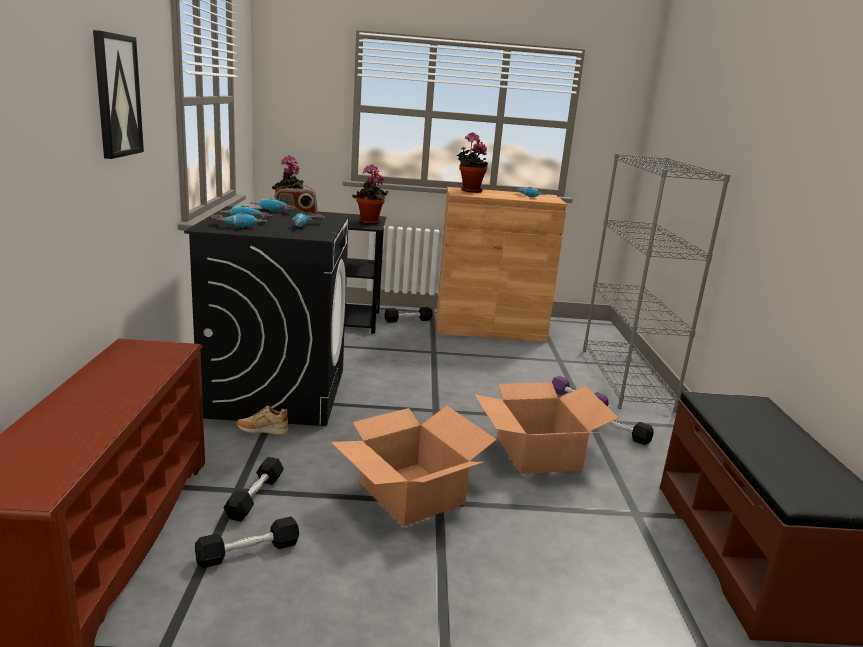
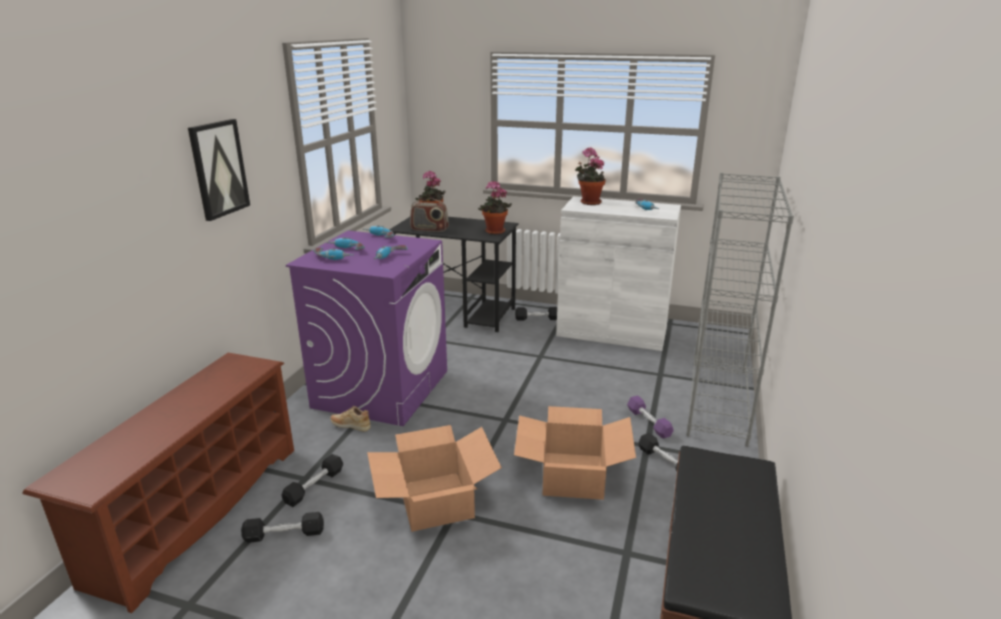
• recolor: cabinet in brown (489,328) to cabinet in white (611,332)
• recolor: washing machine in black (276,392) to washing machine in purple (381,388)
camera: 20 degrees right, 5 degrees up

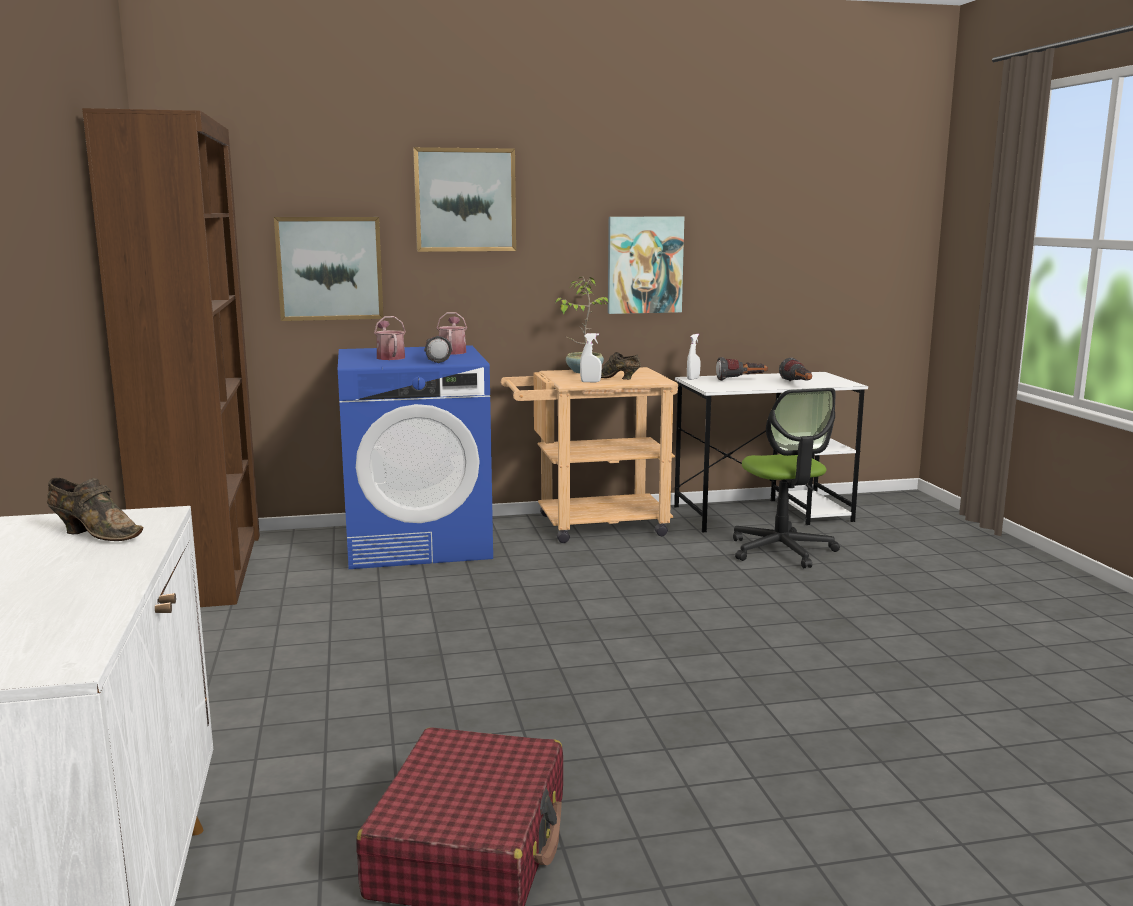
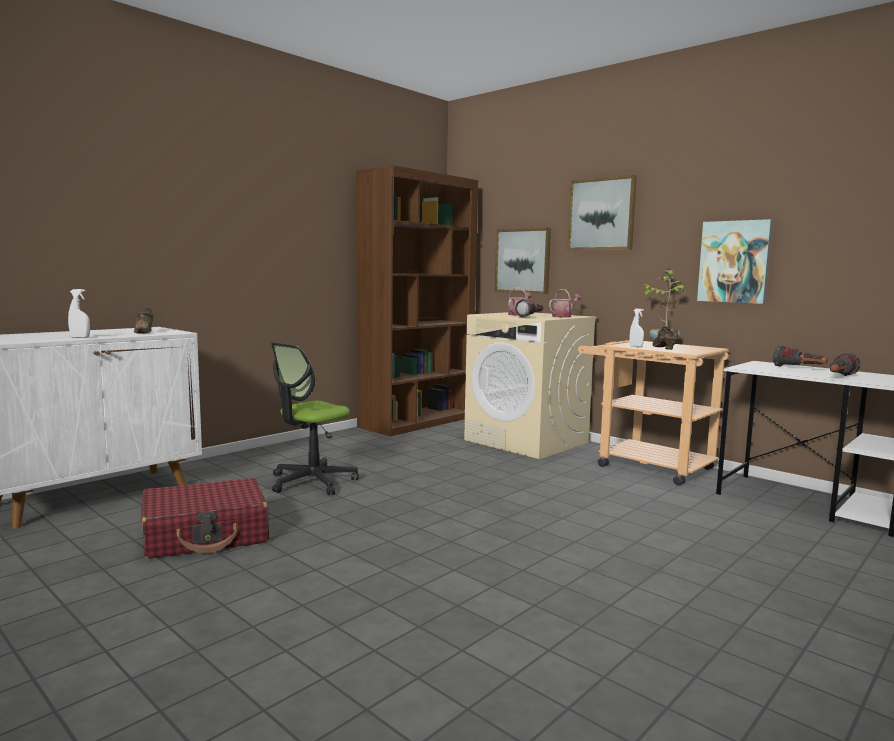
• move: spray bottle in white (693,378) to (80,337)
• recolor: washing machine in blue (418,542) to washing machine in beige (527,441)
• move: office chair (782,550) to (312,482)
camera: 55 degrees right, 5 degrees down

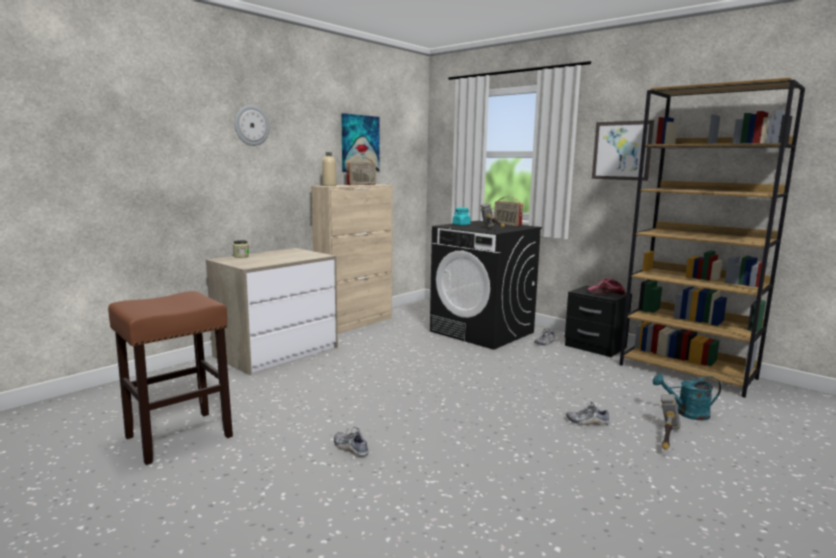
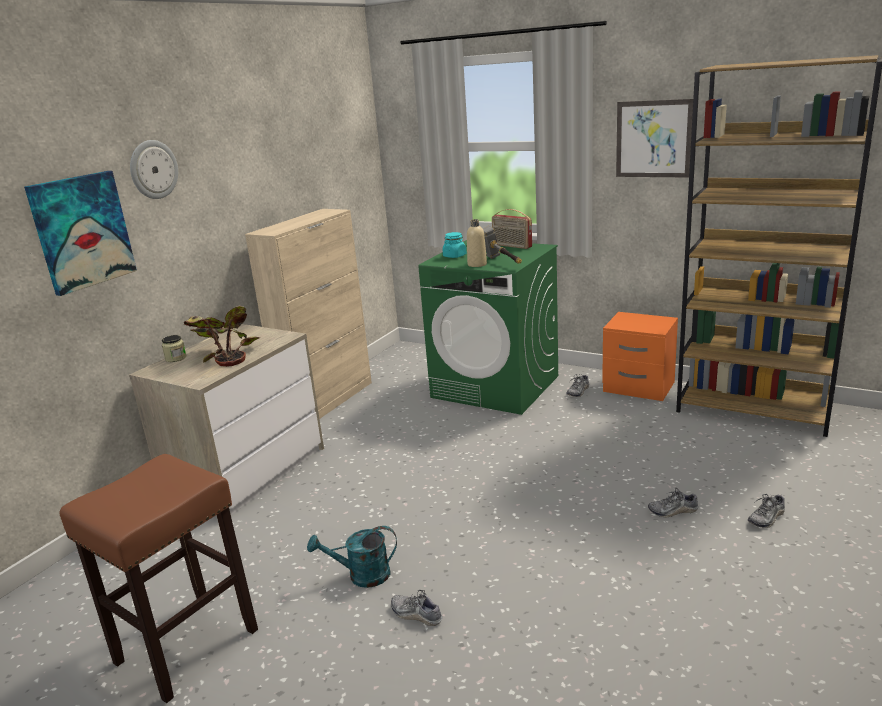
• move: picture (359,144) to (82,231)
• move: bottle in beige (329,185) to (477,264)
• delete: radio (361,184)
• recolor: washing machine in black (482,332) to washing machine in green (496,386)
• delete: cap (606,293)
• recolor: nightstand in black (594,347) to nightstand in orange (638,388)
• move: watering can in turquoise (686,413) to (361,576)
• replace: hammer (667,439) to shoe (767,518)
• insert: potted plant (224,355)
camera: 10 degrees left, 10 degrees up

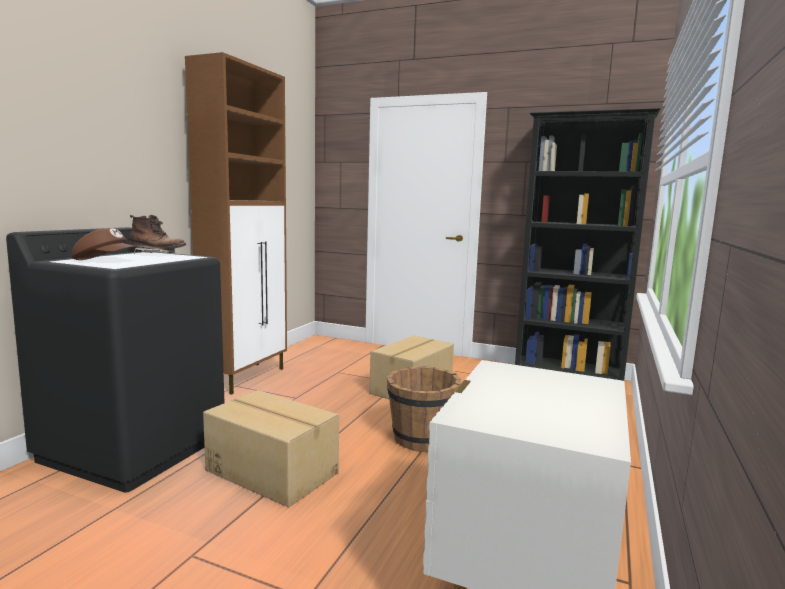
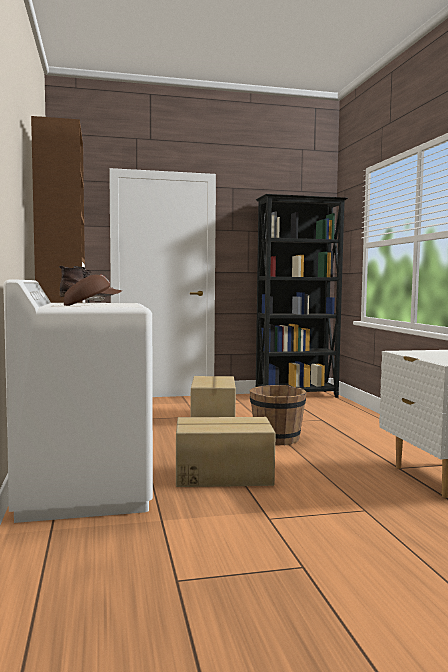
• recolor: washing machine in black (135,447) to washing machine in white (84,492)
camera: 35 degrees left, 5 degrees down

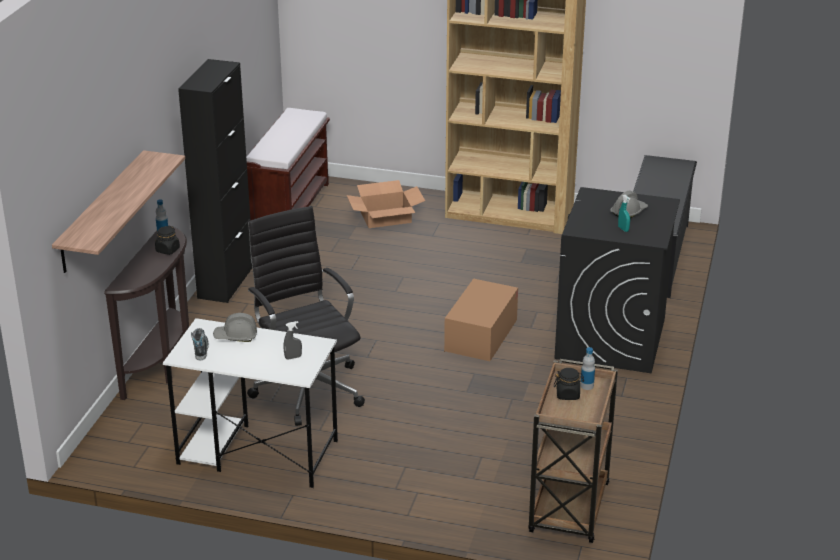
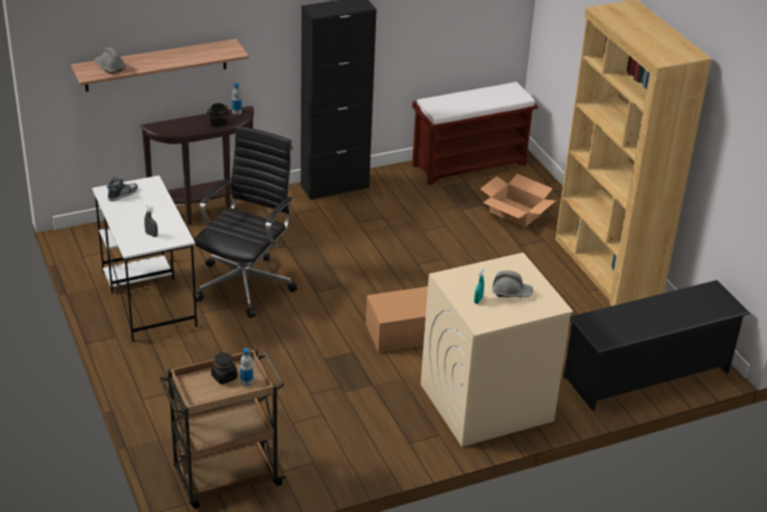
• recolor: washing machine in black (611,339) to washing machine in beige (485,403)
• move: hard hat in grey (236,336) to (109,66)
camera: 50 degrees right, 5 degrees up

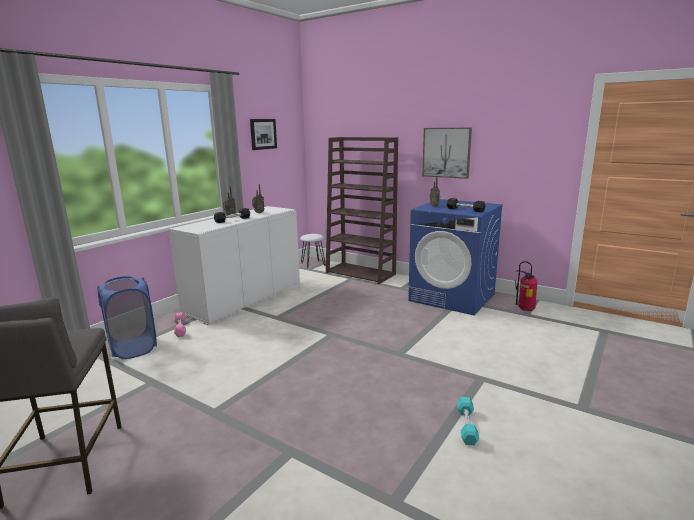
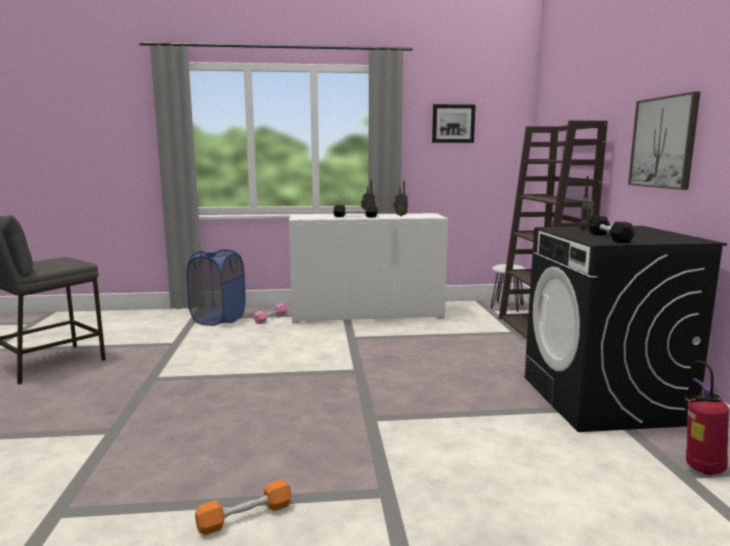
• recolor: washing machine in blue (452,297) to washing machine in black (603,400)
• recolor: dumbbell in turquoise (467,426) to dumbbell in orange (245,516)
camera: 50 degrees right, 5 degrees down

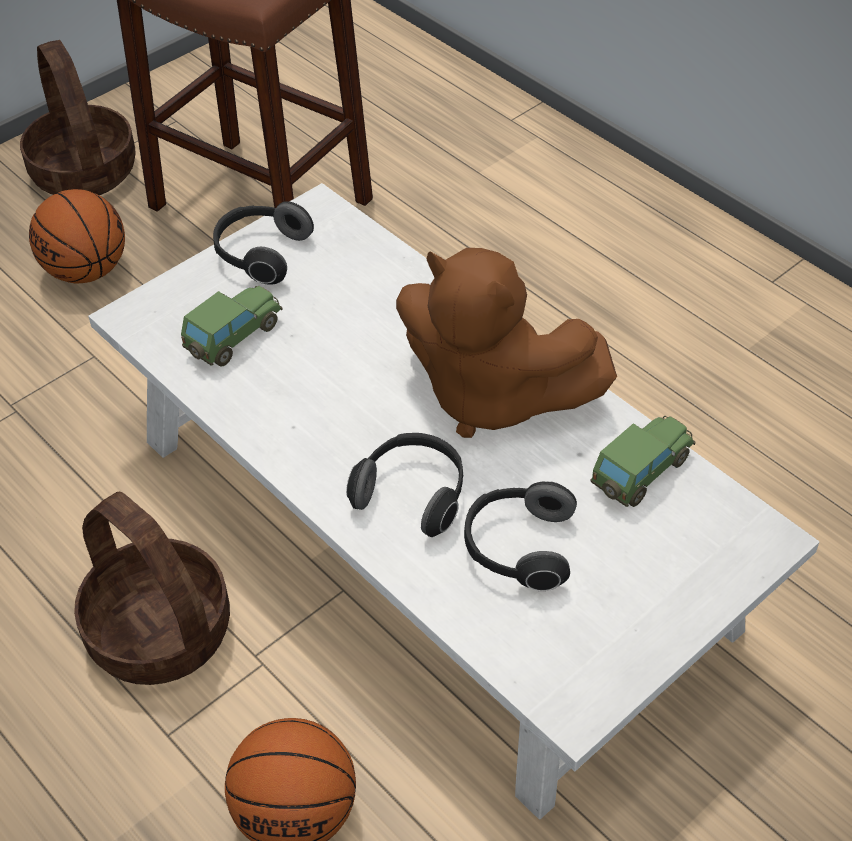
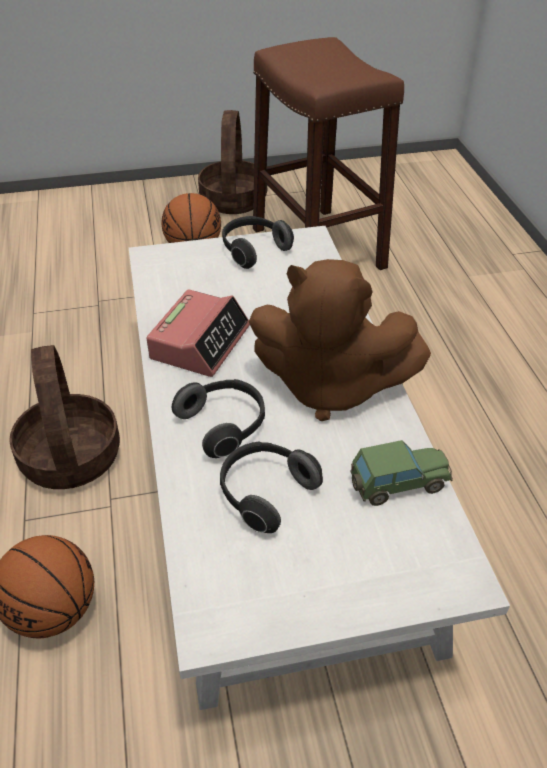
• rotate: plush toy in brown (491,395) = (330,386) 45 degrees counterclockwise
• delete: toy car (232,337)
• insert: alarm clock (200,342)
camera: 30 degrees right, 5 degrees down

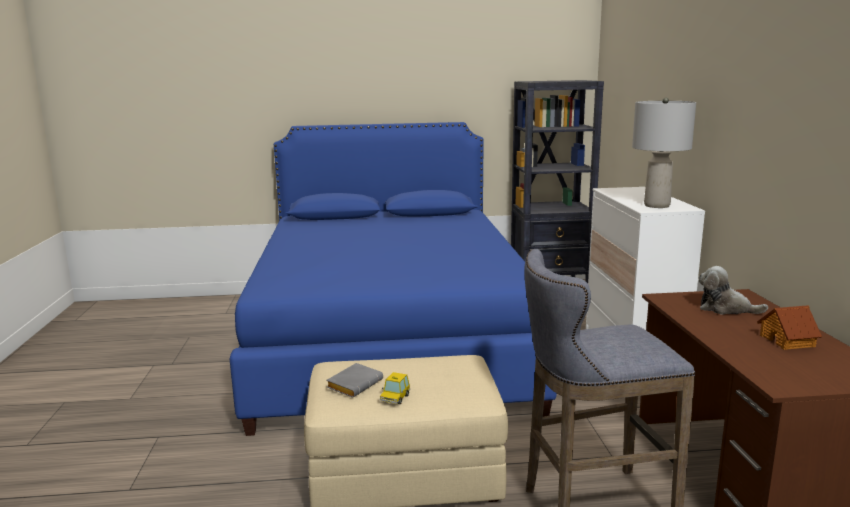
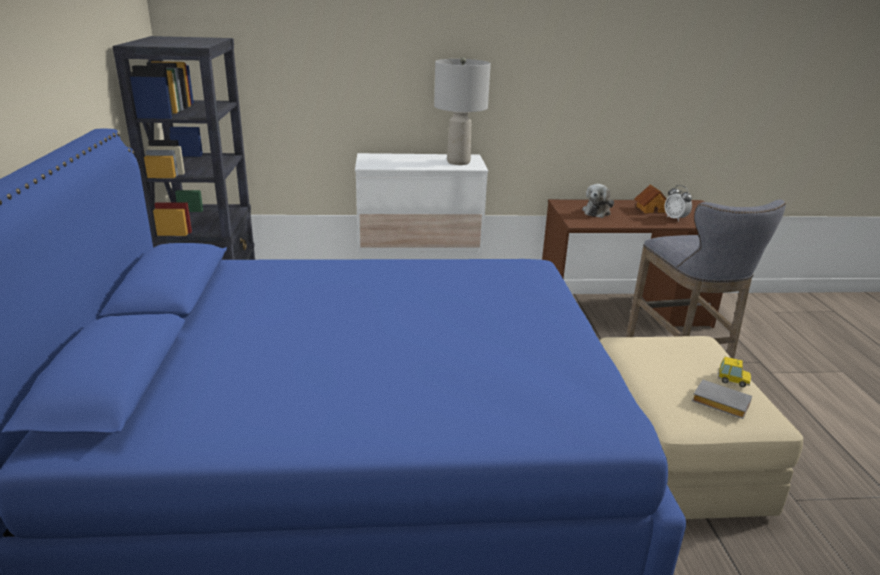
• insert: alarm clock (675,218)
camera: 90 degrees left, 10 degrees up

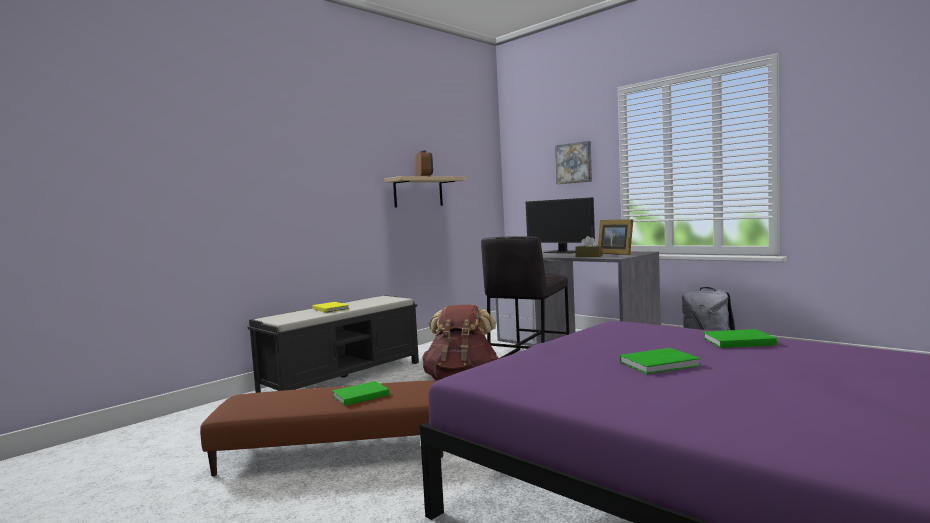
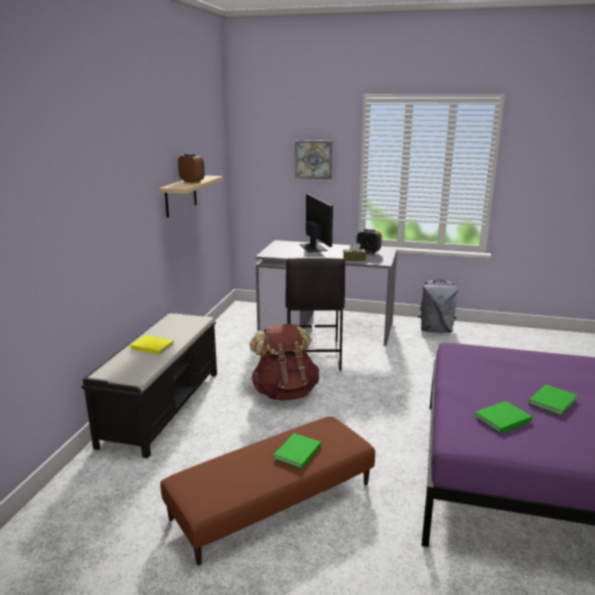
• rotate: monitor (563,252) = (313,247) 120 degrees counterclockwise
• replace: picture frame (615,253) to alarm clock (368,252)
• move: book in green (736,341) to (501,419)
camera: 30 degrees left, 15 degrees up

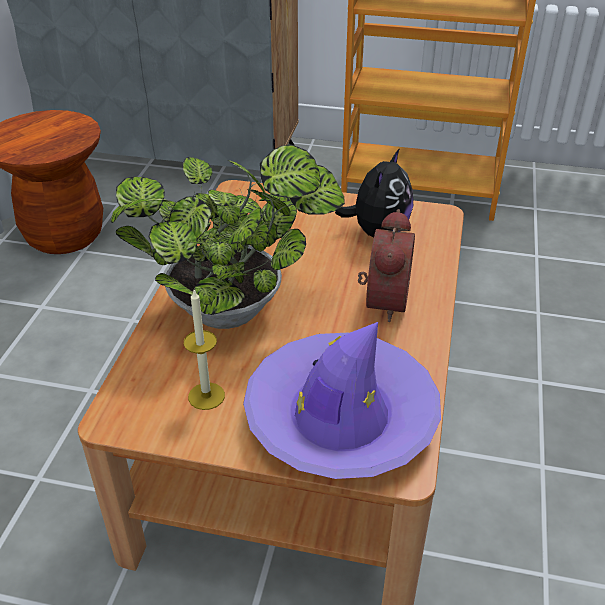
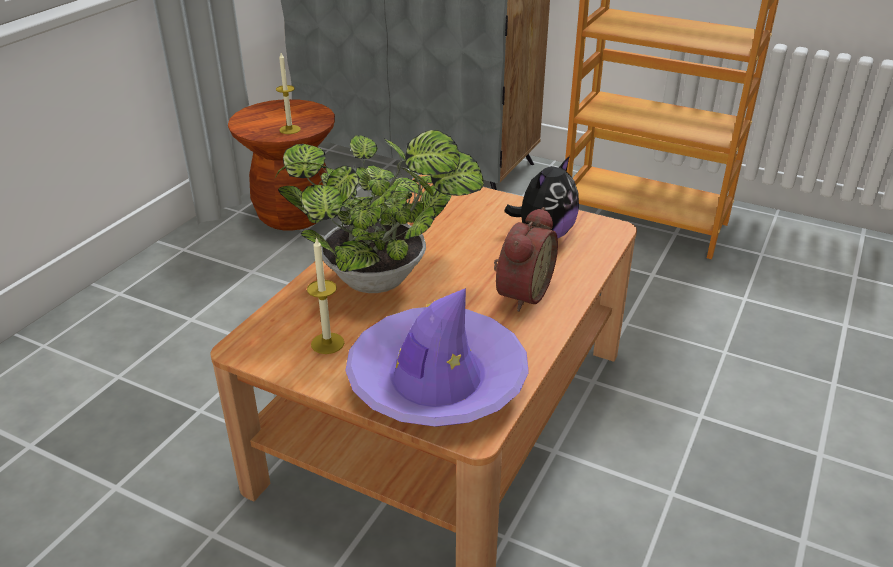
• insert: candle (290,129)
camera: 15 degrees right, 5 degrees down

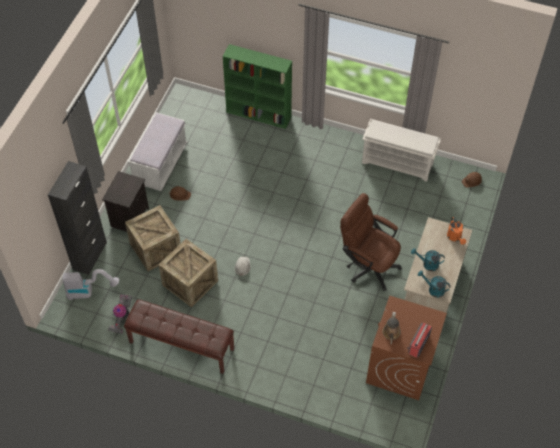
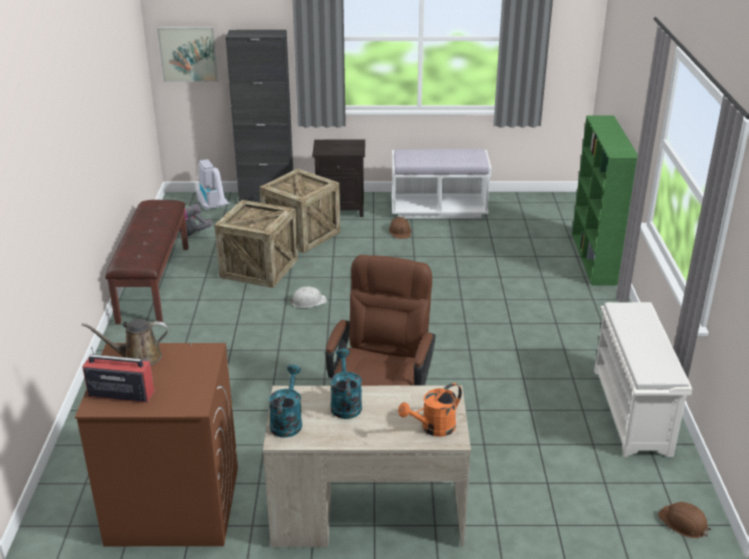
• insert: picture (188,54)
camera: 70 degrees right, 25 degrees down

